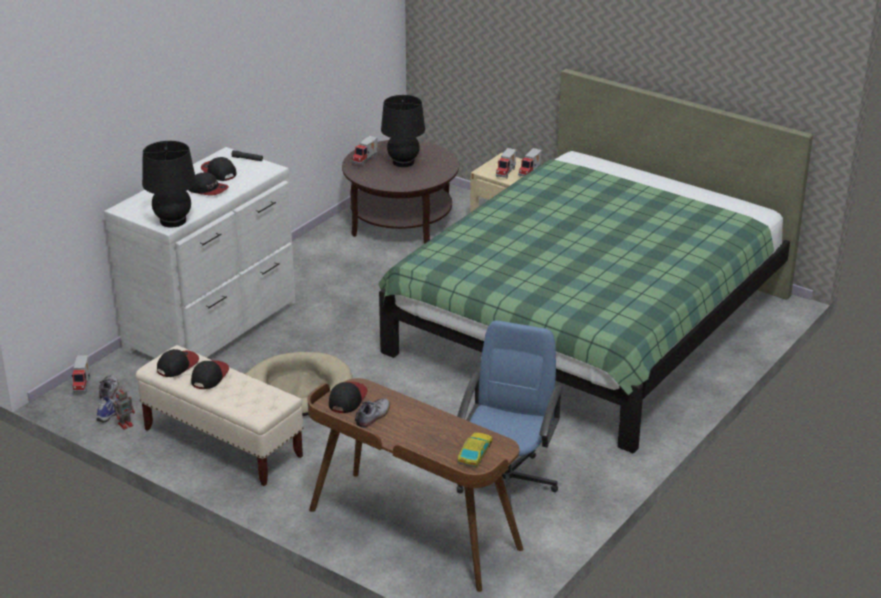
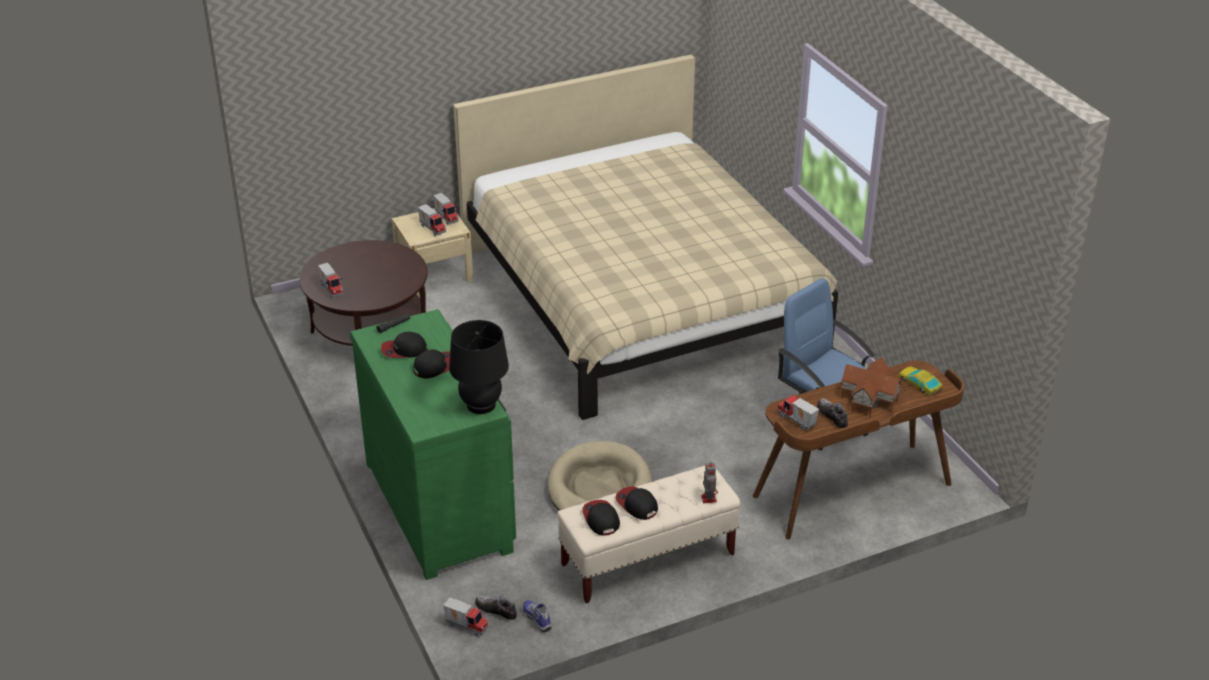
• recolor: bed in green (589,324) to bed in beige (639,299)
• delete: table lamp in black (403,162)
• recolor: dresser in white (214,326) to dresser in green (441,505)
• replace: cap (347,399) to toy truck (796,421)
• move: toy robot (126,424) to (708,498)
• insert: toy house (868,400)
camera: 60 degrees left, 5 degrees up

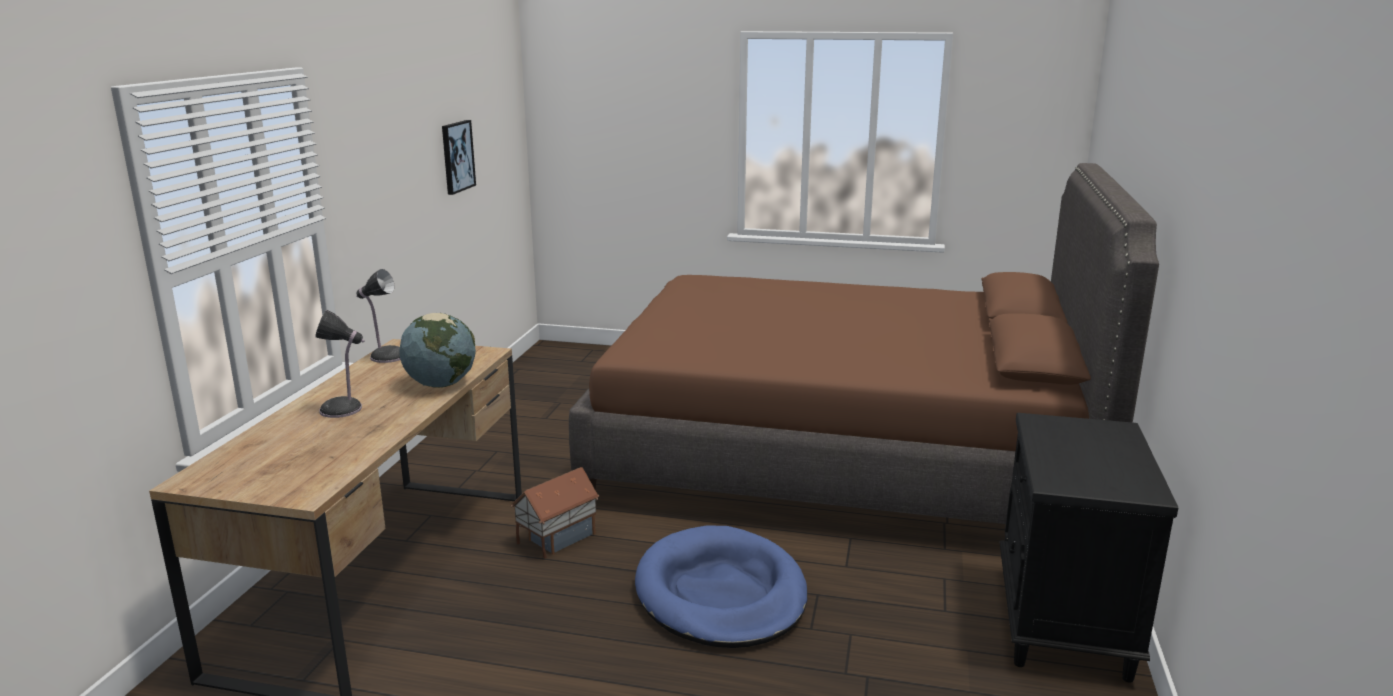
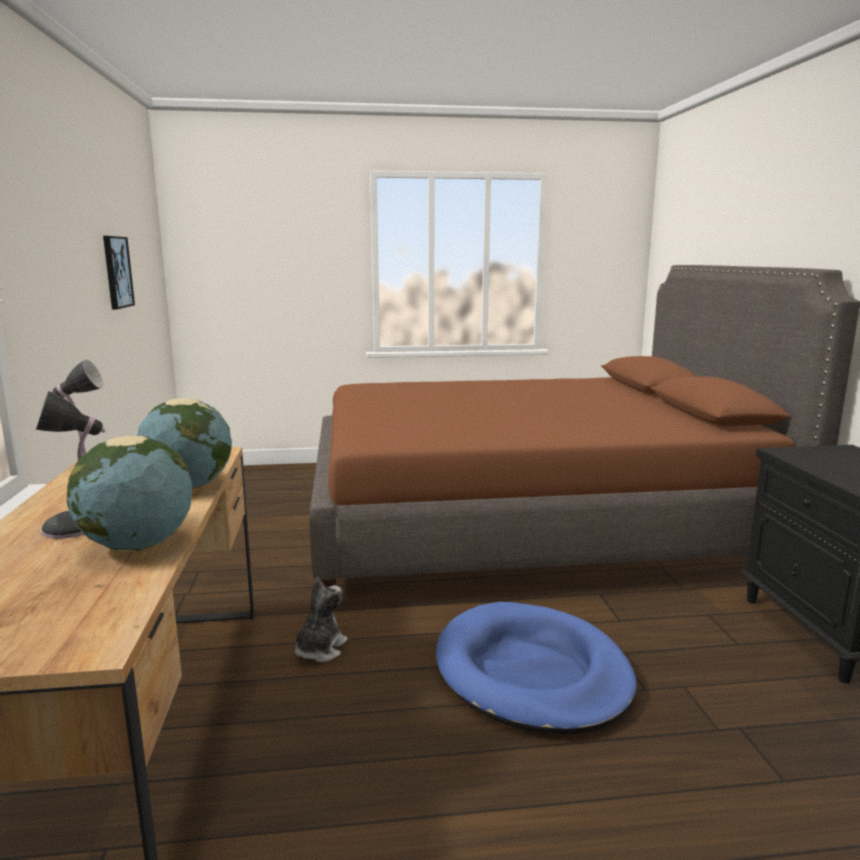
• replace: toy house (556,538) to plush toy (319,649)
• insert: globe (137,545)
camera: 20 degrees left, 5 degrees down

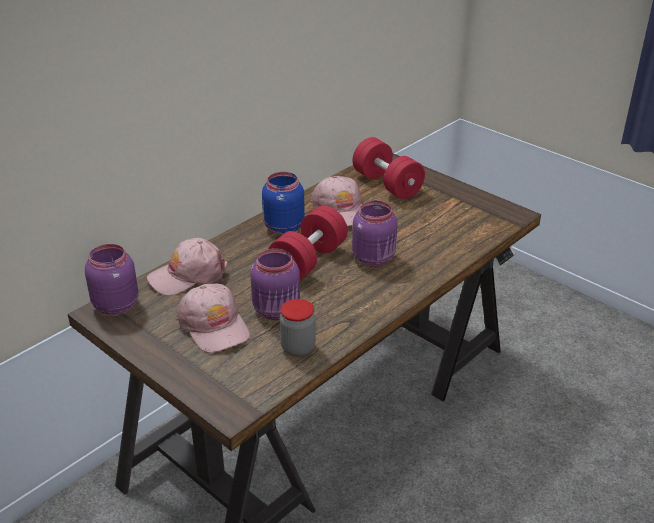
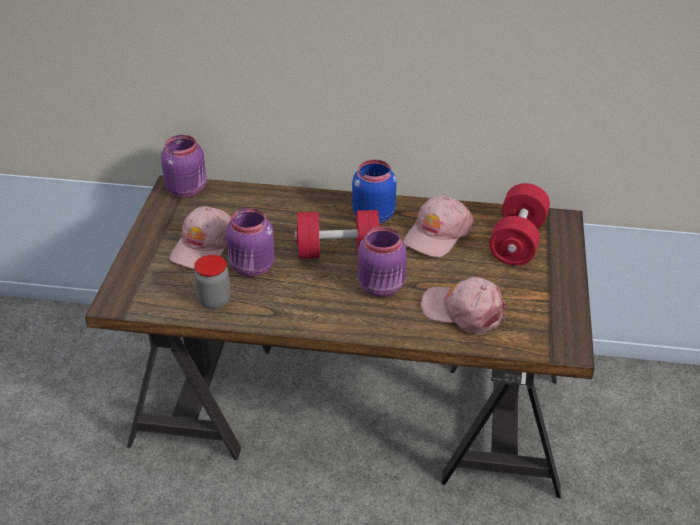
• move: cap in pink (188,275) to (463,311)
camera: 55 degrees right, 5 degrees up

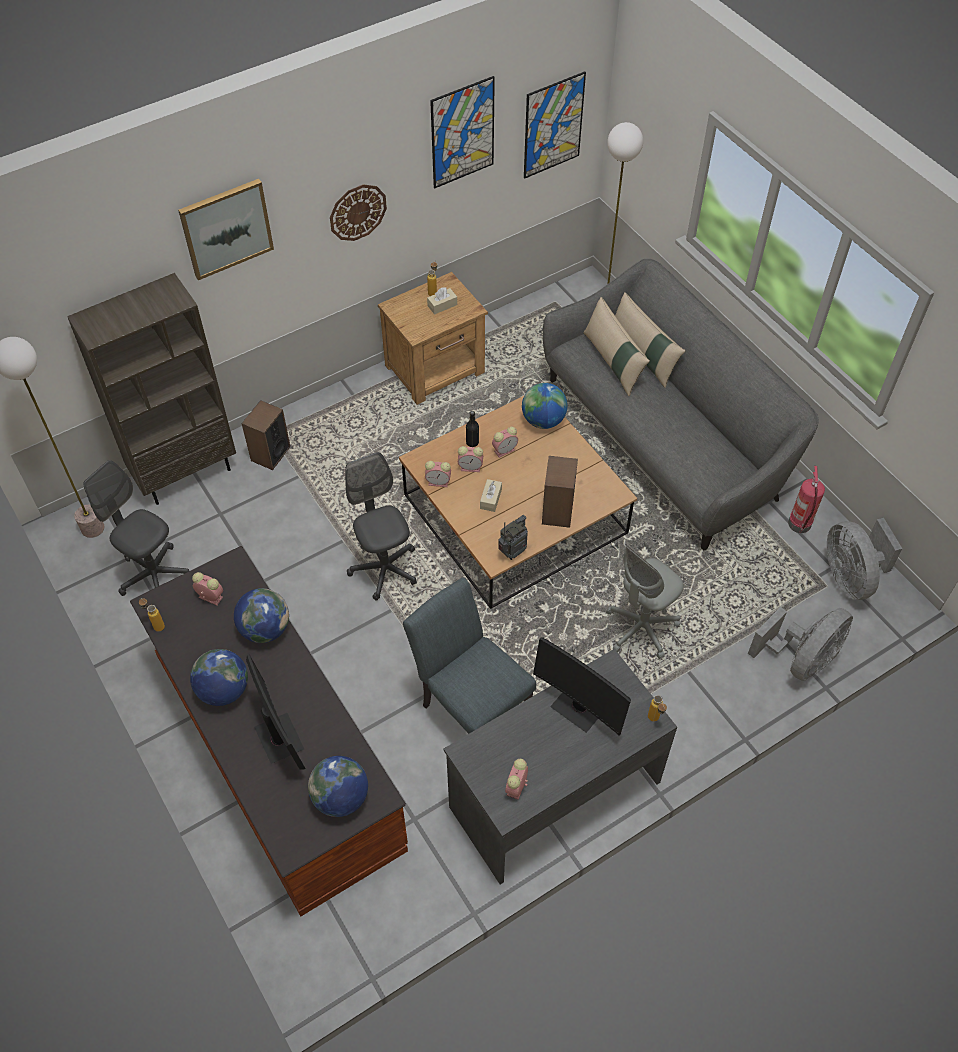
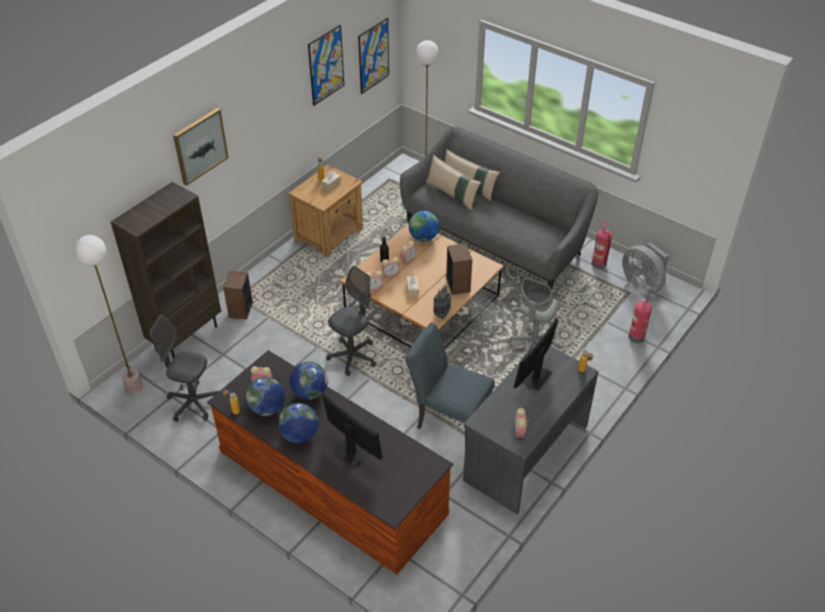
• delete: wall clock (357,212)
• rotate: office chair in grey (384,569) = (352,357) 90 degrees clockwise
• replace: fan in grey (801,659) to fire extinguisher (636,336)
• rotate: monitor (578,708) = (535,377) 105 degrees clockwise
• move: globe (340,798) to (267,408)
camera: 20 degrees left, 10 degrees down

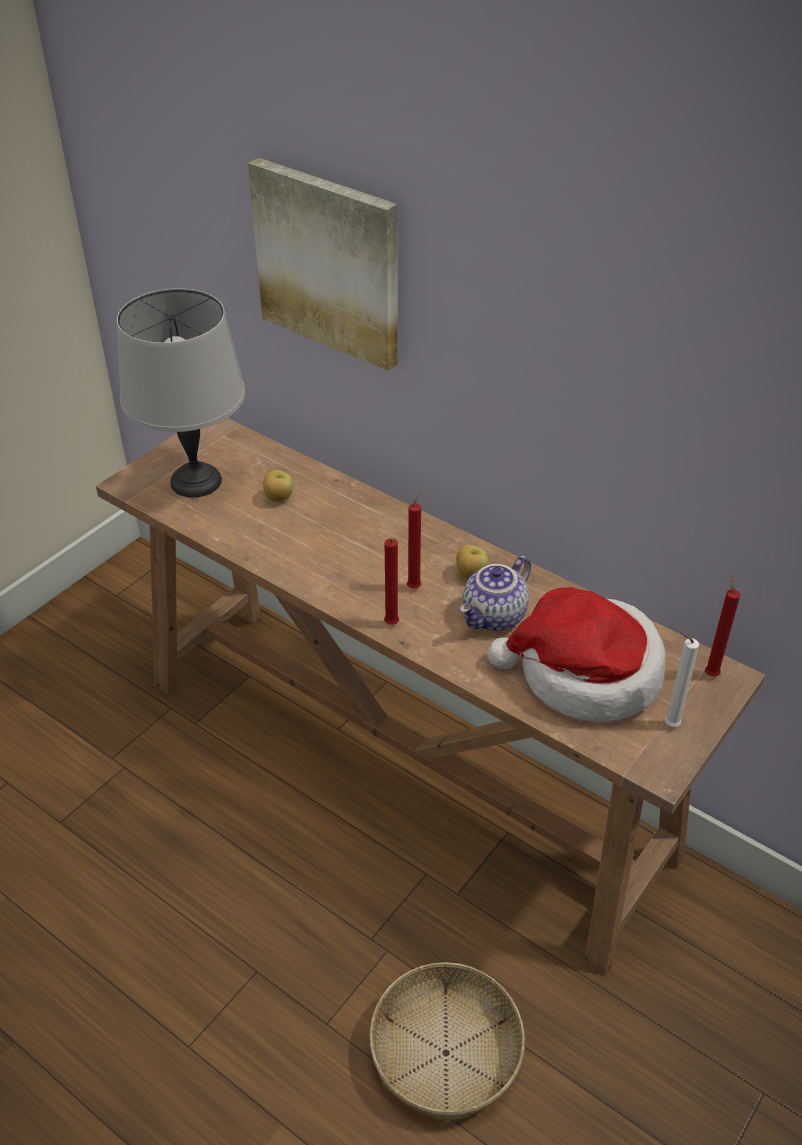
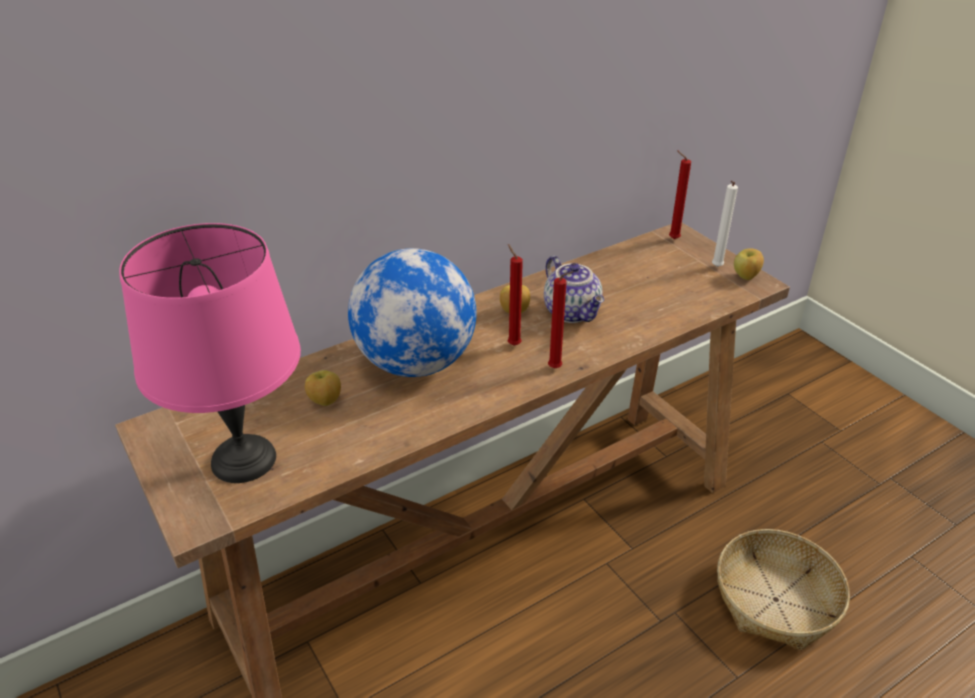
• delete: picture (329,262)
• recolor: table lamp in grey (197,482) to table lamp in pink (245,459)
• delete: hat (584,674)
• insert: globe (416,363)
• insert: apple (746,277)
camera: 70 degrees left, 5 degrees down

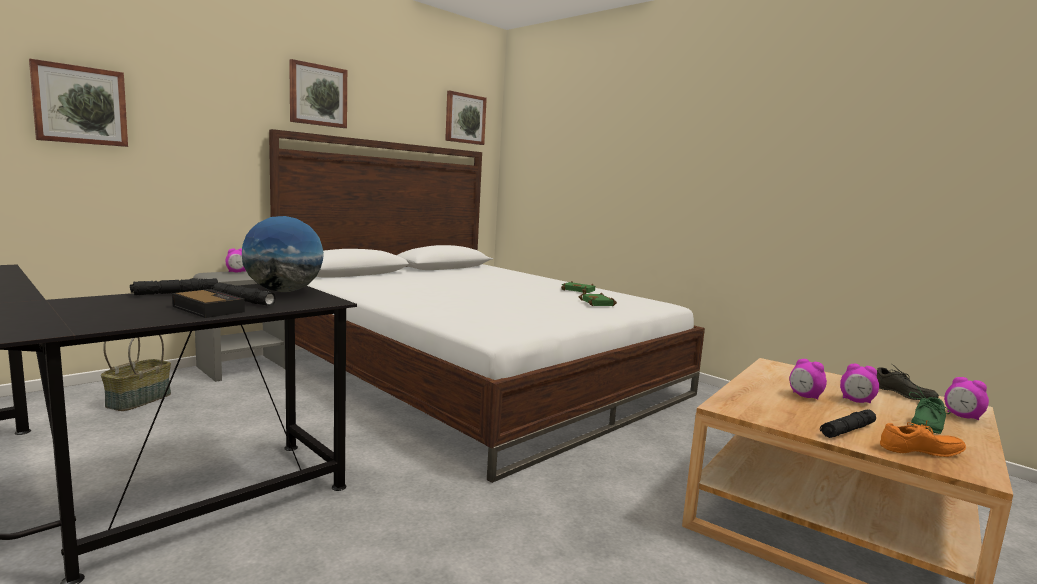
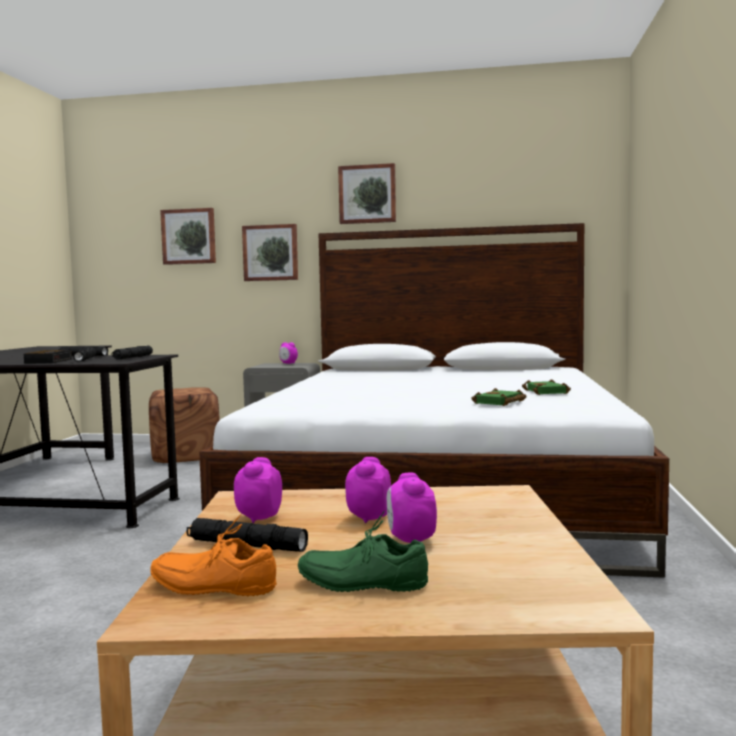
• move: picture (464,118) to (270,253)
• replace: globe (284,291) to flashlight in black (133,357)
• replace: basket (138,400) to ottoman in brown (186,456)
• delete: shoe in grey (902,394)
• move: alarm clock (962,416) to (258,517)
• rotate: shoe in orange (922,452) = (215,584) 135 degrees clockwise
camera: 55 degrees right, 5 degrees down

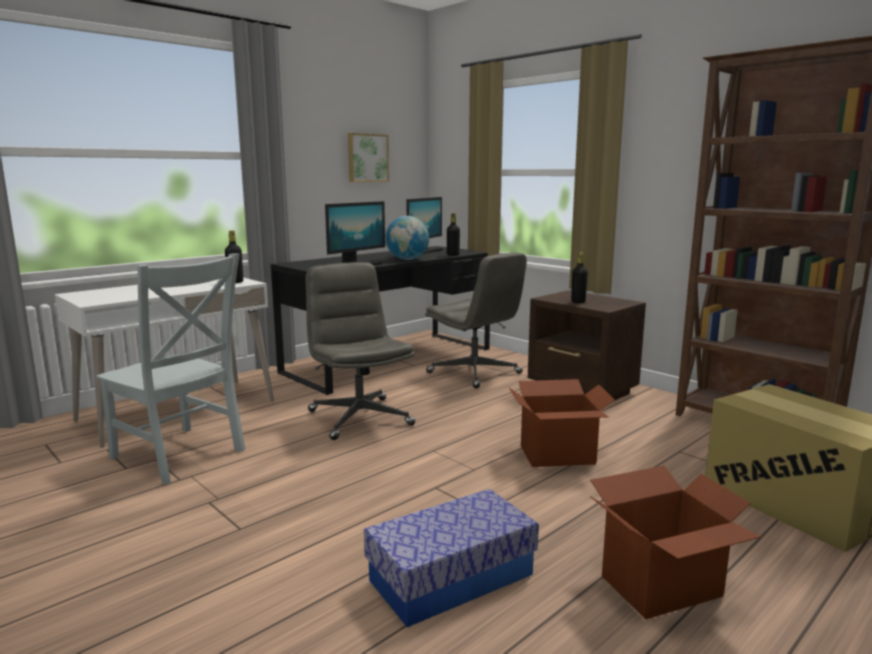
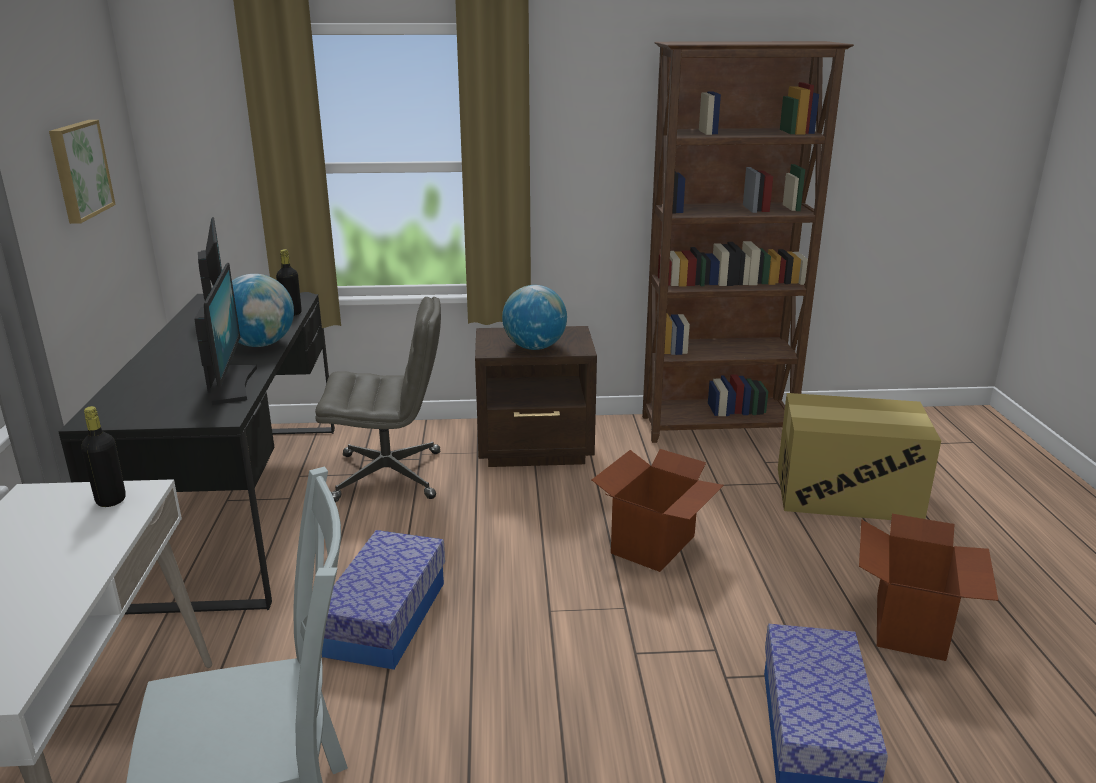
• replace: bottle in black (578,302) to globe (534,347)
• replace: office chair in grey (359,417) to storage box (386,618)
camera: 50 degrees left, 10 degrees up

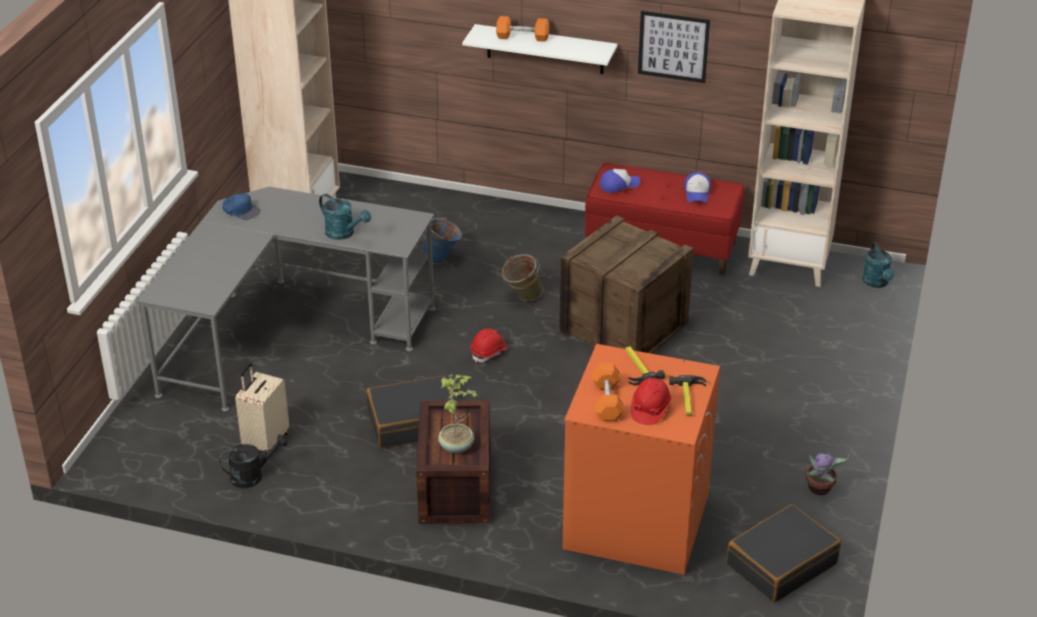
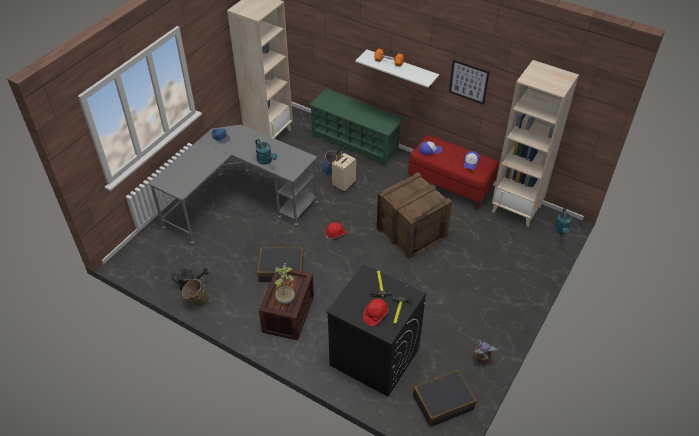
• move: bucket in green (522,298) to (197,302)
• recolor: washing machine in orange (635,522) to washing machine in black (374,357)
• move: suitcase in beige (265,441) to (343,185)
• delete: dumbbell in orange (607,401)
• insert: shoe rack in green (356,143)
camera: 15 degrees right, 10 degrees up

